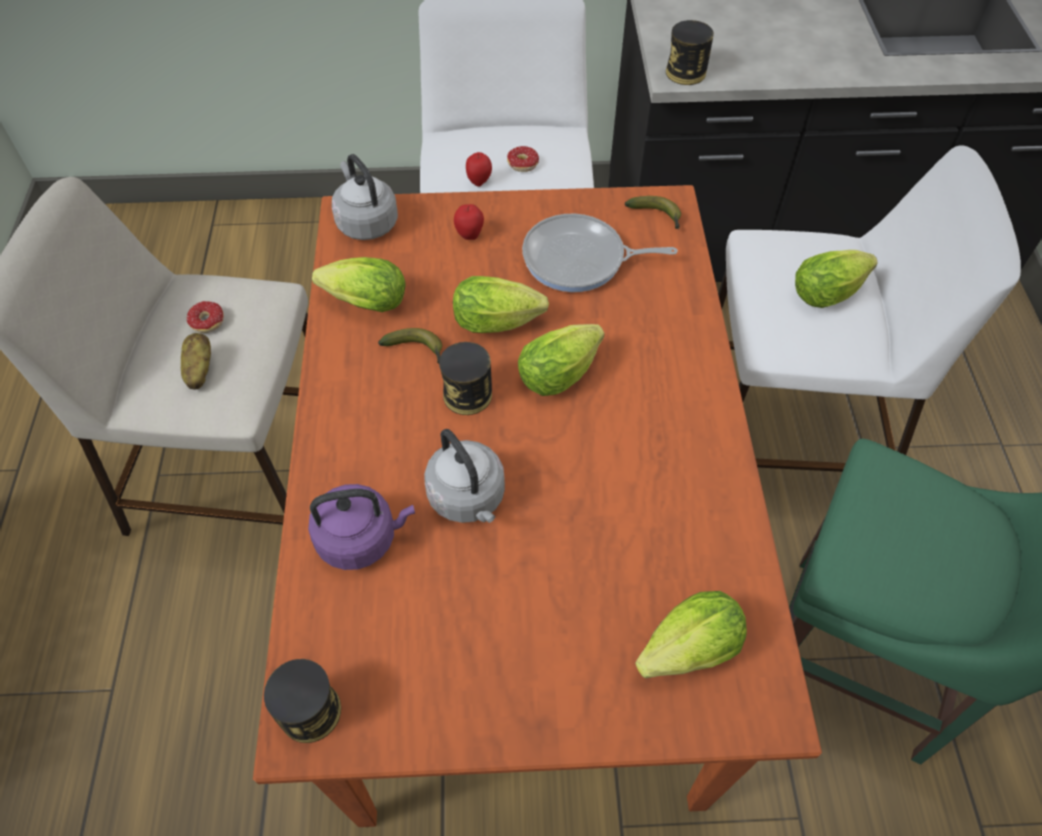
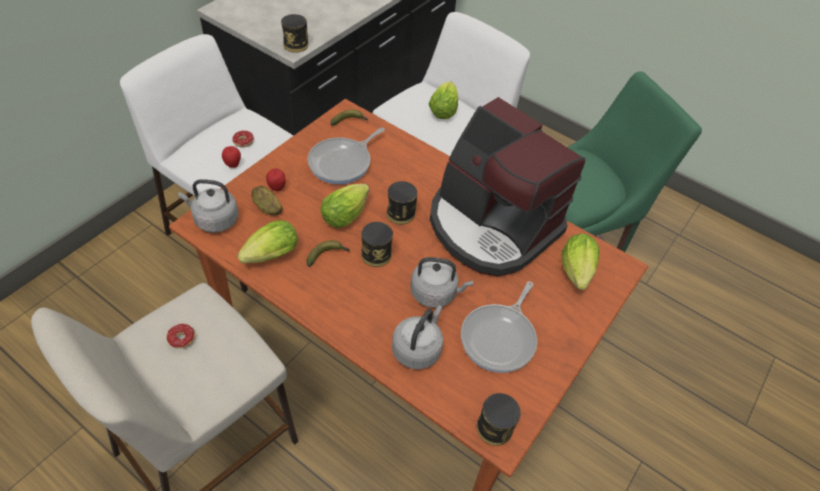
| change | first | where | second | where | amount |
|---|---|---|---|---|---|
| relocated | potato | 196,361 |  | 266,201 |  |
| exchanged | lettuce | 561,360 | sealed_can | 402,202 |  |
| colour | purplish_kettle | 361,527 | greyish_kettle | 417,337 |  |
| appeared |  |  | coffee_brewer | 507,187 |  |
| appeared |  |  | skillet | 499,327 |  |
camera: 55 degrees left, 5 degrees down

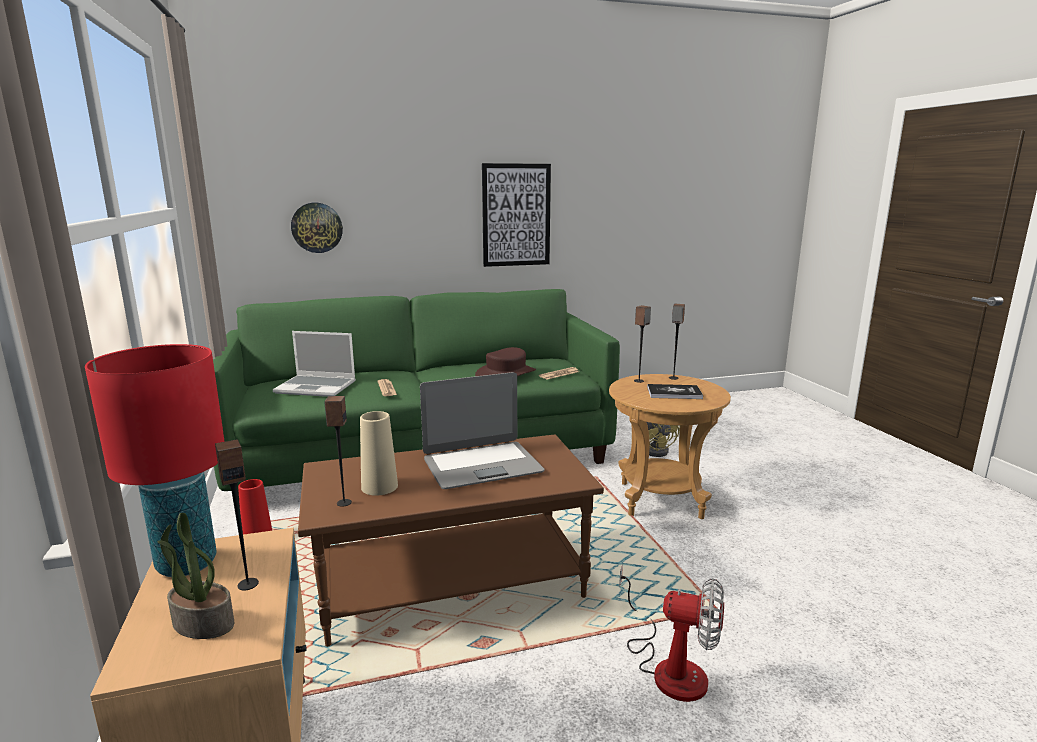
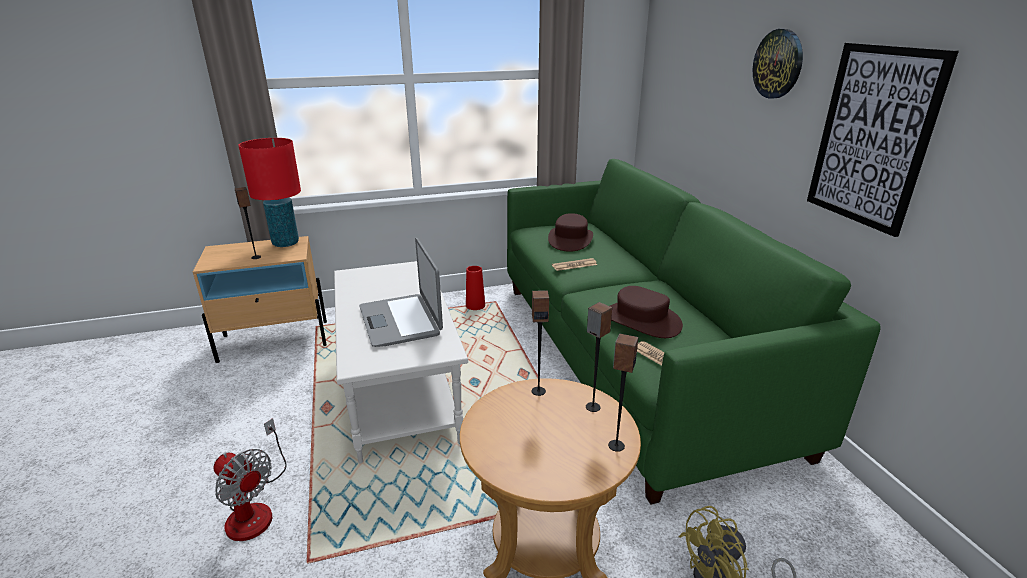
| change | first | where | second | where | amount |
|---|---|---|---|---|---|
| spun | electric_fan | 671,633 |  | 250,479 | 75 degrees counterclockwise |
| colour | brownish_lounge_table | 451,540 | white_lounge_table | 401,362 |  |
| relocated | loudspeaker | 338,451 |  | 540,343 |  |
| exchanged | laptop | 314,364 | brownish_wearable_hat | 570,232 |  |
| relocated | hanging_clock | 317,228 |  | 778,64 |  |
| missing | houseplant | 195,576 |  |  |  |
| missing | beige-coloured_vase | 379,453 |  |  |  |
| missing | book | 675,391 |  |  |  |
camera: 90 degrees right, 10 degrees up

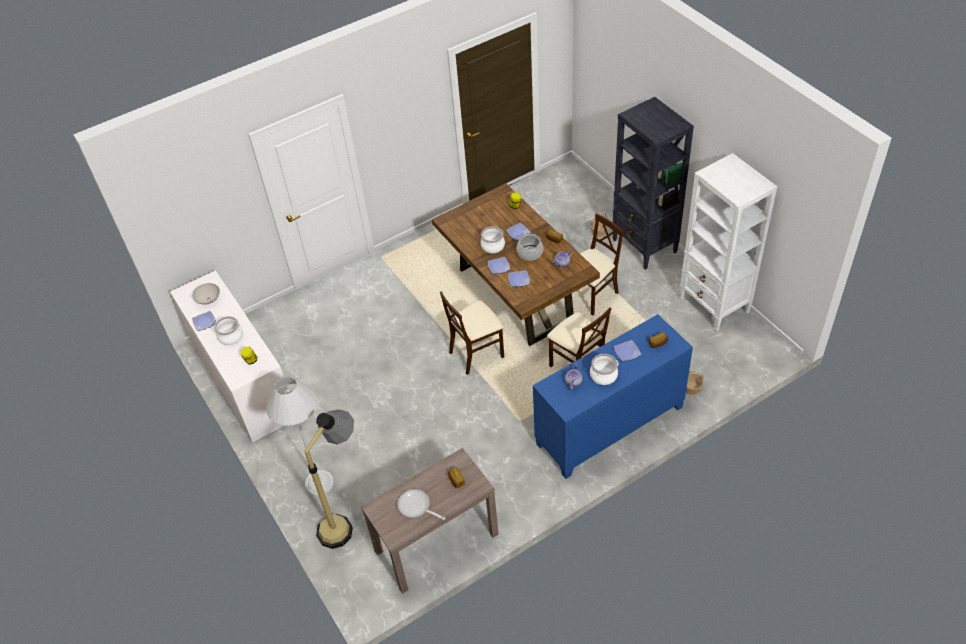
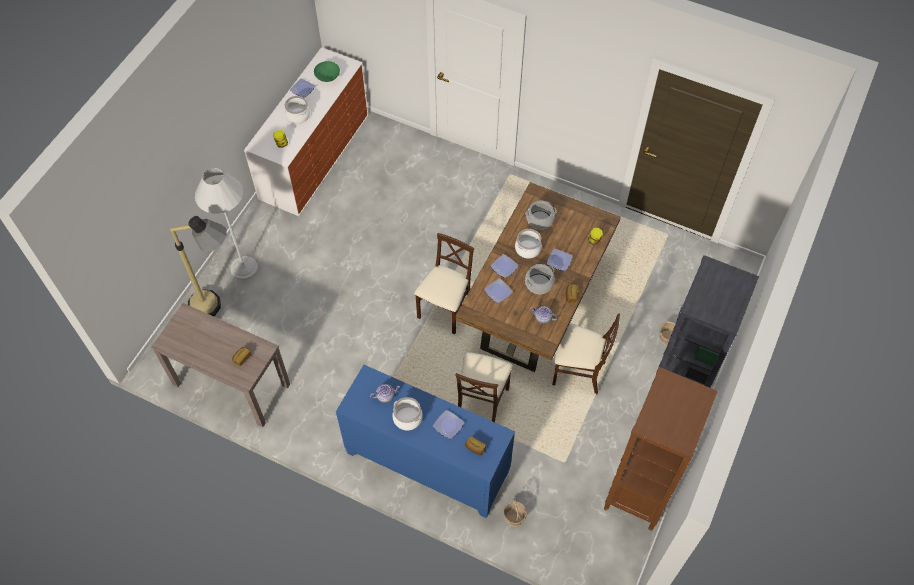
| change | first | where | second | where | amount |
|---|---|---|---|---|---|
| colour | white_serving_bowl | 206,294 | greenish_serving_bowl | 327,71 |  |
| spun | beige-coloured_chair | 472,333 |  | 444,283 | 90 degrees clockwise |
| appeared |  |  | stockpot | 541,215 |  |
| colour | white_bookcase | 728,242 | brownish_bookcase | 661,449 |  |
| missing | skillet | 421,504 |  |  |  |
camera: 55 degrees right, 10 degrees up

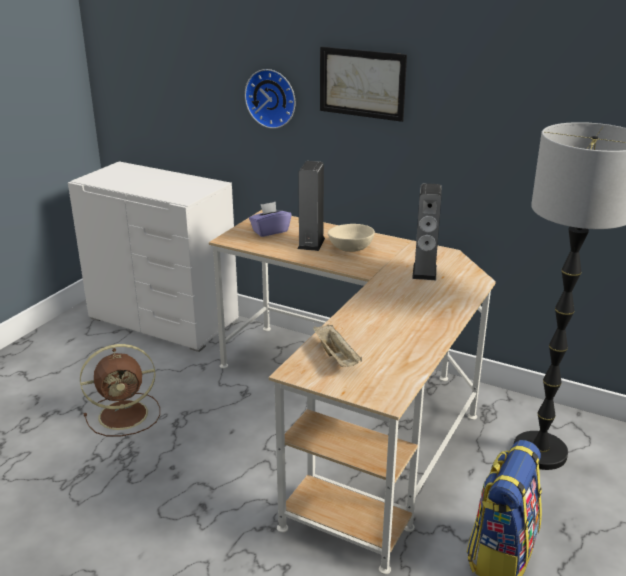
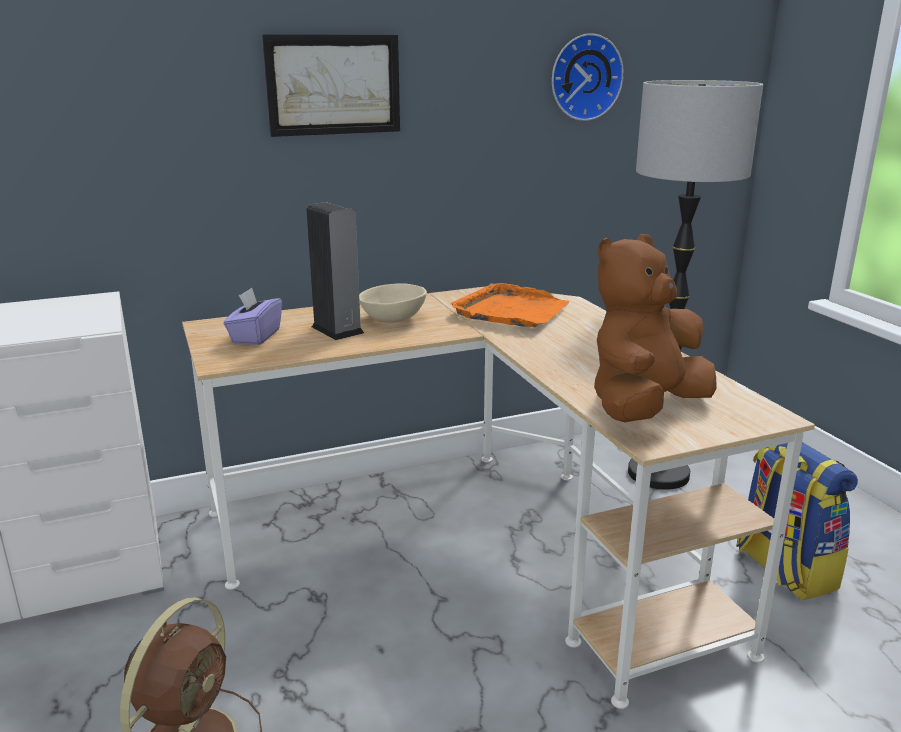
| change | first | where | second | where | amount |
|---|---|---|---|---|---|
| exchanged | loudspeaker | 427,231 | orange-coloured_serving_tray | 510,305 |  |
| relocated | hanging_clock | 270,99 |  | 588,77 |  |
| exchanged | beige-coloured_serving_tray | 337,345 | brownish_soft_toy | 655,328 |  |
camera: 50 degrees left, 5 degrees down

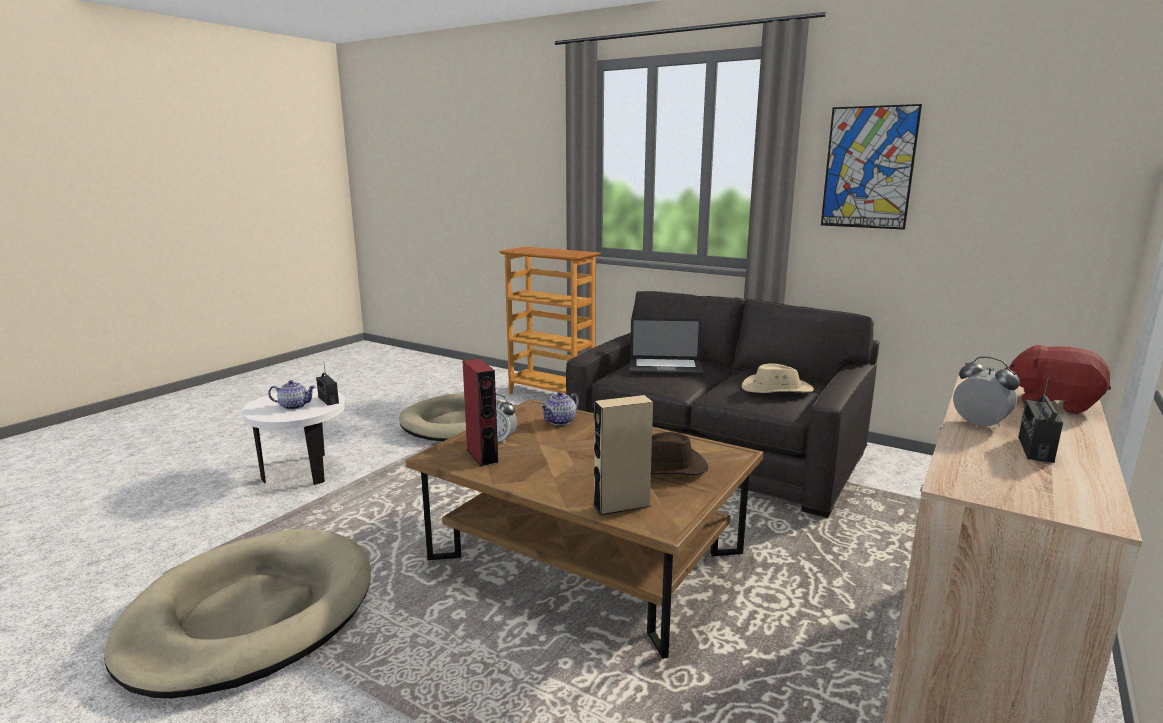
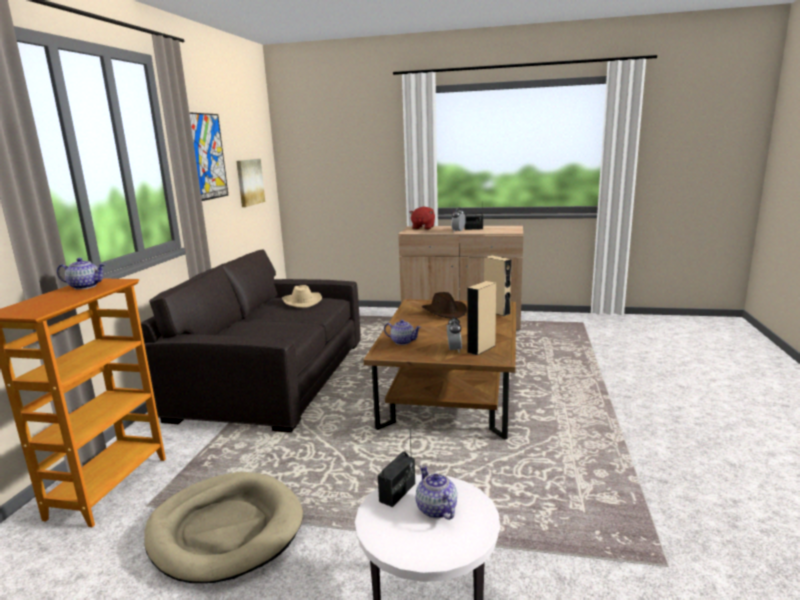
| change | first | where | second | where | amount |
|---|---|---|---|---|---|
| appeared |  |  | pot_for_tea | 81,274 |  |
| appeared |  |  | wall_picture | 250,183 |  |
| colour | reddish_loudspeaker | 481,412 | beige-coloured_loudspeaker | 481,318 |  |
| missing | beige-coloured_dog_bed | 237,613 |  |  |  |
| missing | laptop | 666,347 |  |  |  |
camera: 110 degrees left, 0 degrees up

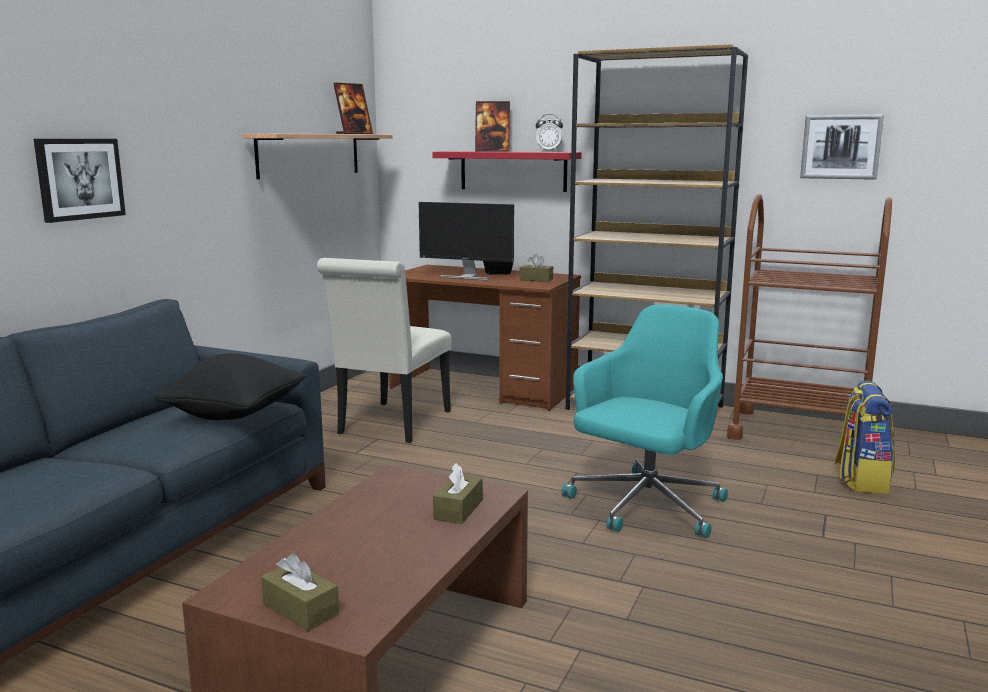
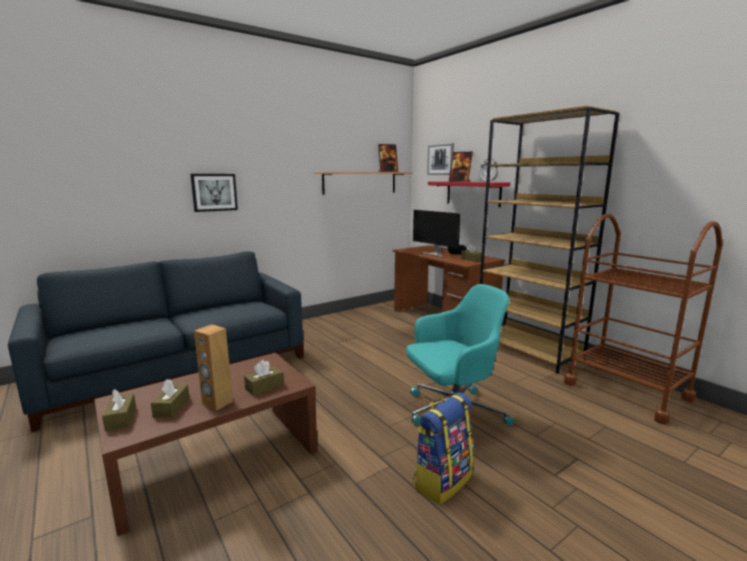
| change | first | where | second | where | amount |
|---|---|---|---|---|---|
| appeared |  |  | brownish_box_of_tissues | 170,398 |  |
| appeared |  |  | brownish_loudspeaker | 213,367 |  |
| relocated | backpack | 864,437 |  | 443,448 |  |
| relocated | wall_picture | 842,147 |  | 440,159 |  |
| missing | blackish_cushion | 230,386 |  |  |  |
| missing | white_chair | 384,350 |  |  |  |
camera: 30 degrees right, 0 degrees up

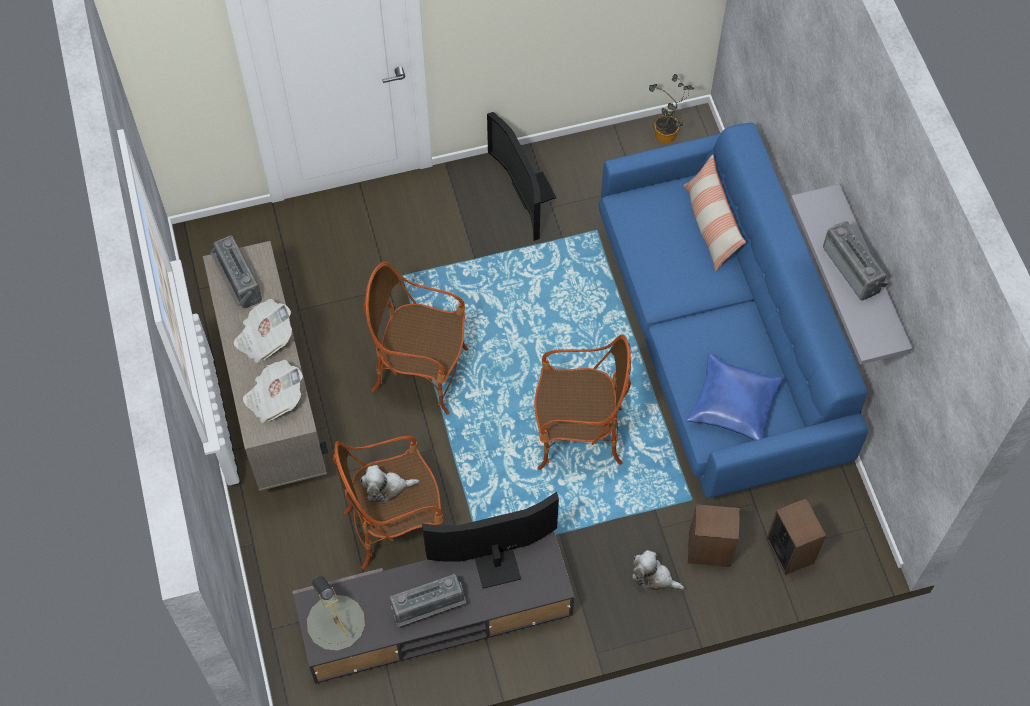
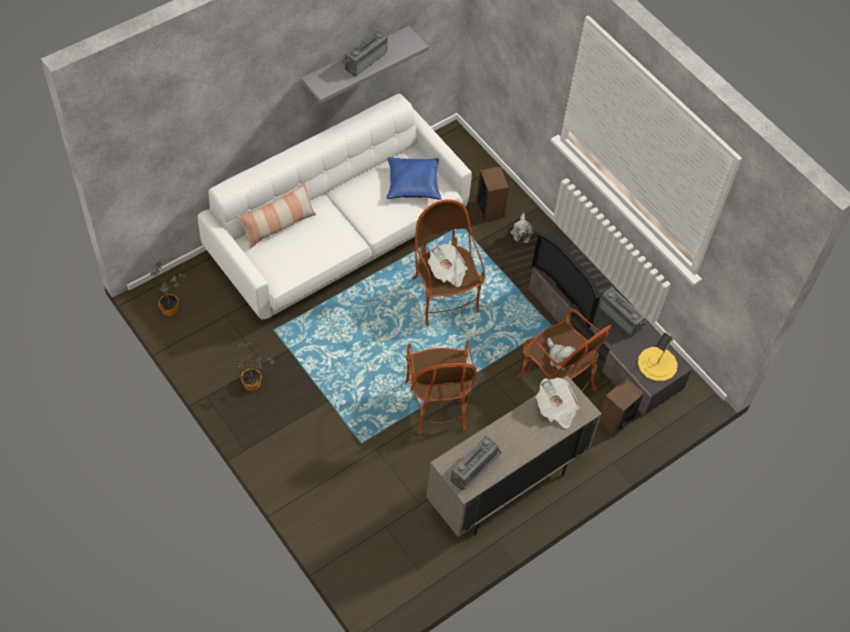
| change | first | where | second | where | amount |
|---|---|---|---|---|---|
| colour | bluish_settee | 733,310 | white_settee | 335,206 |  |
| exchanged | TV_set | 521,176 | houseplant | 255,363 |  |
| relocated | newspaper | 263,331 |  | 448,265 |  |
| relocated | loudspeaker | 796,536 |  | 621,407 |  |
| colour | greyish_lamp_for_a_table | 336,613 | yellowish_lamp_for_a_table | 658,356 |  |
camera: 115 degrees left, 5 degrees down

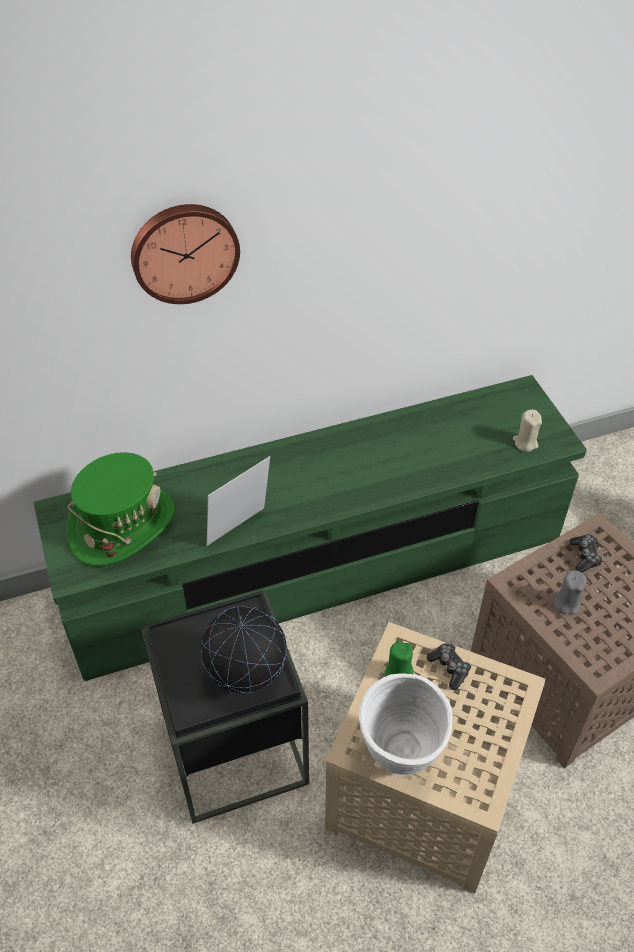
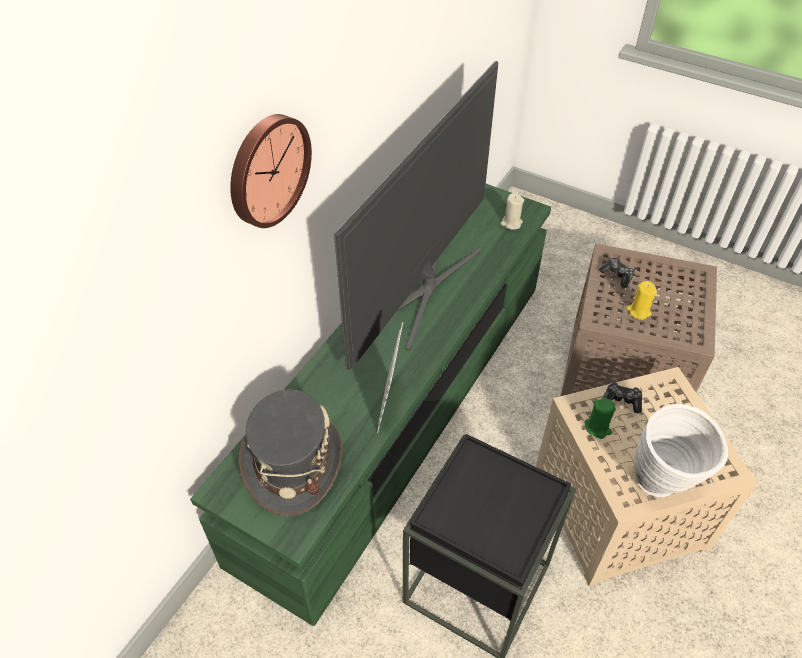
| change | first | where | second | where | amount |
|---|---|---|---|---|---|
| colour | greenish_wearable_hat | 121,509 | greyish_wearable_hat | 290,453 |  |
| appeared |  |  | TV_set | 416,215 |  |
| colour | greyish_candle | 569,592 | yellowish_candle | 642,300 |  |
| missing | globe | 244,649 |  |  |  |
camera: 40 degrees left, 0 degrees up

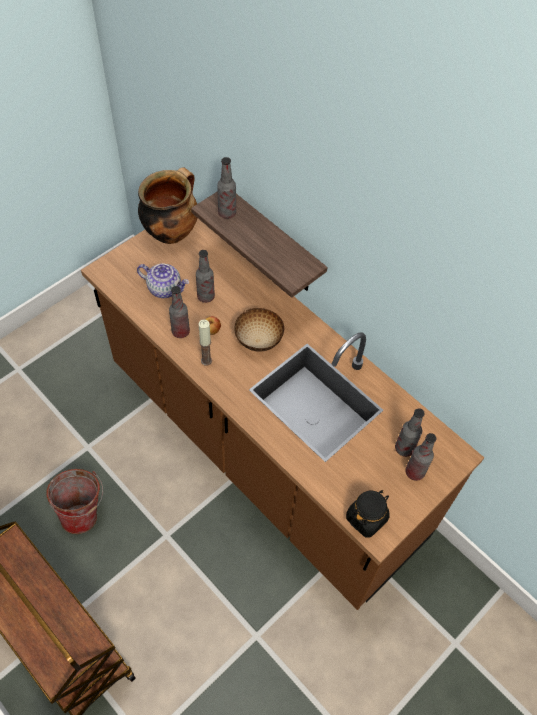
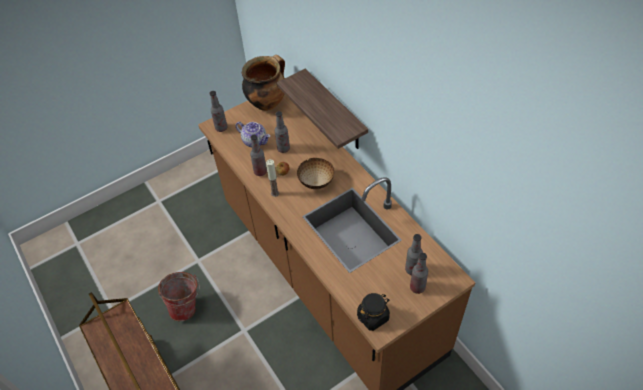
| change | first | where | second | where | amount |
|---|---|---|---|---|---|
| relocated | beverage_bottle | 226,188 |  | 218,111 |  |
camera: 15 degrees right, 5 degrees down

